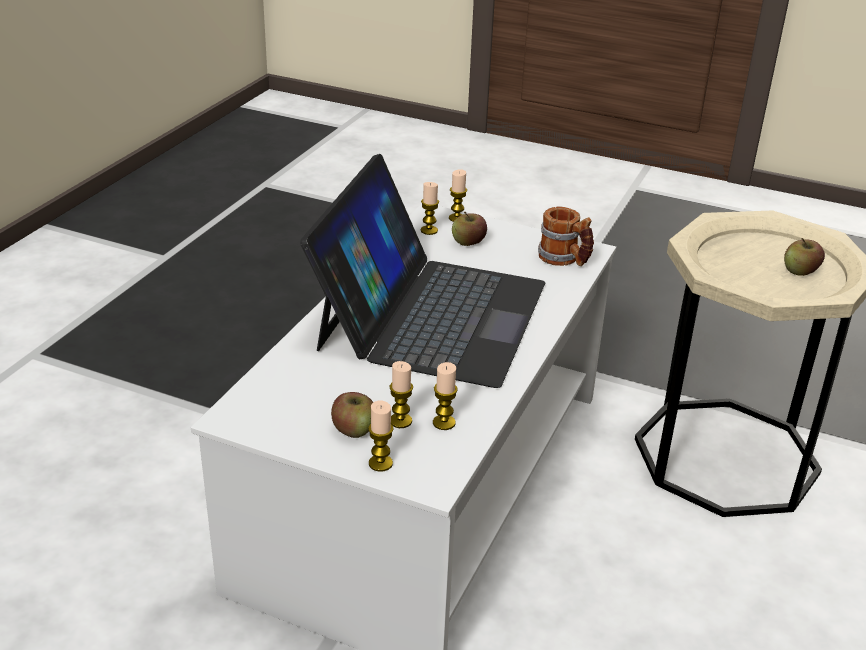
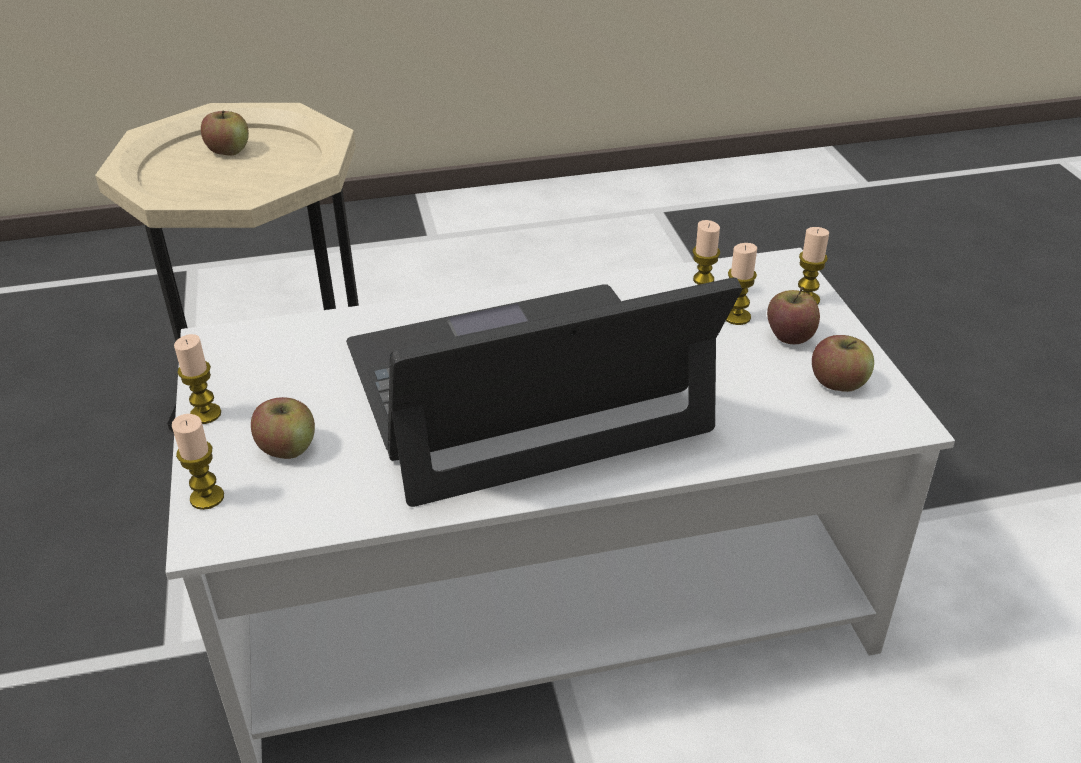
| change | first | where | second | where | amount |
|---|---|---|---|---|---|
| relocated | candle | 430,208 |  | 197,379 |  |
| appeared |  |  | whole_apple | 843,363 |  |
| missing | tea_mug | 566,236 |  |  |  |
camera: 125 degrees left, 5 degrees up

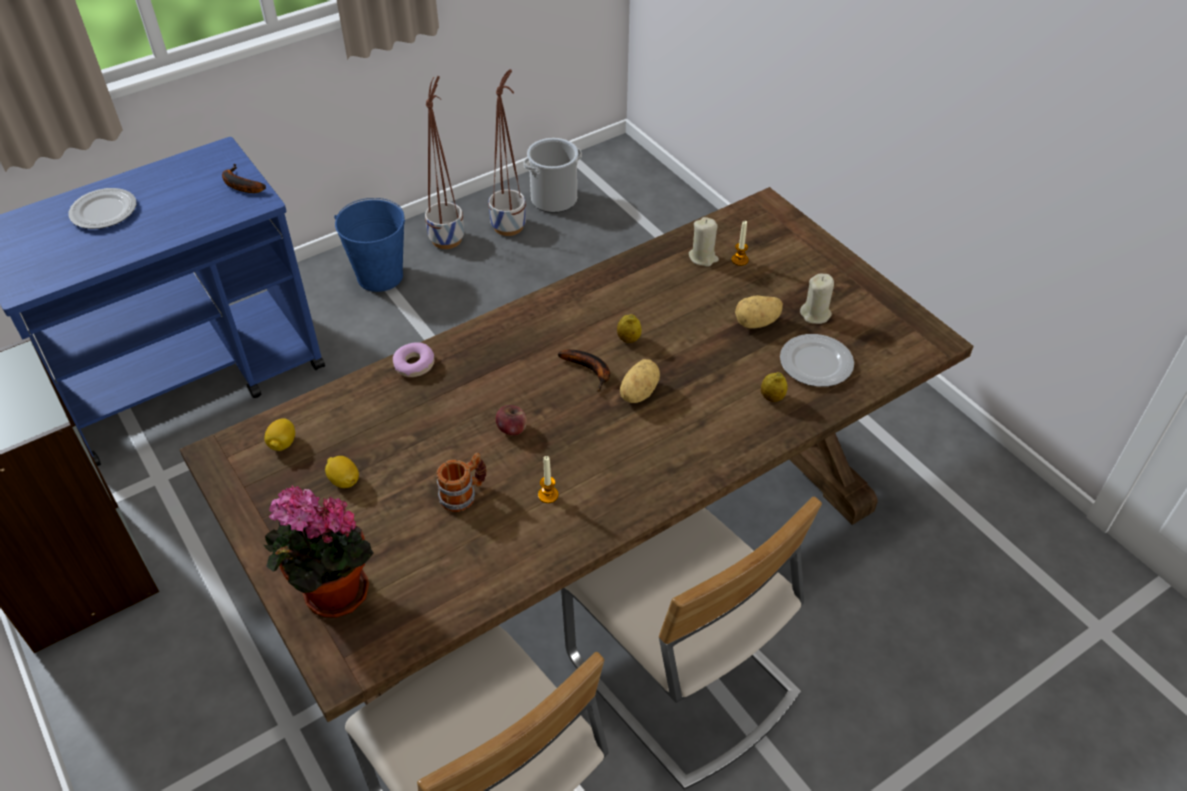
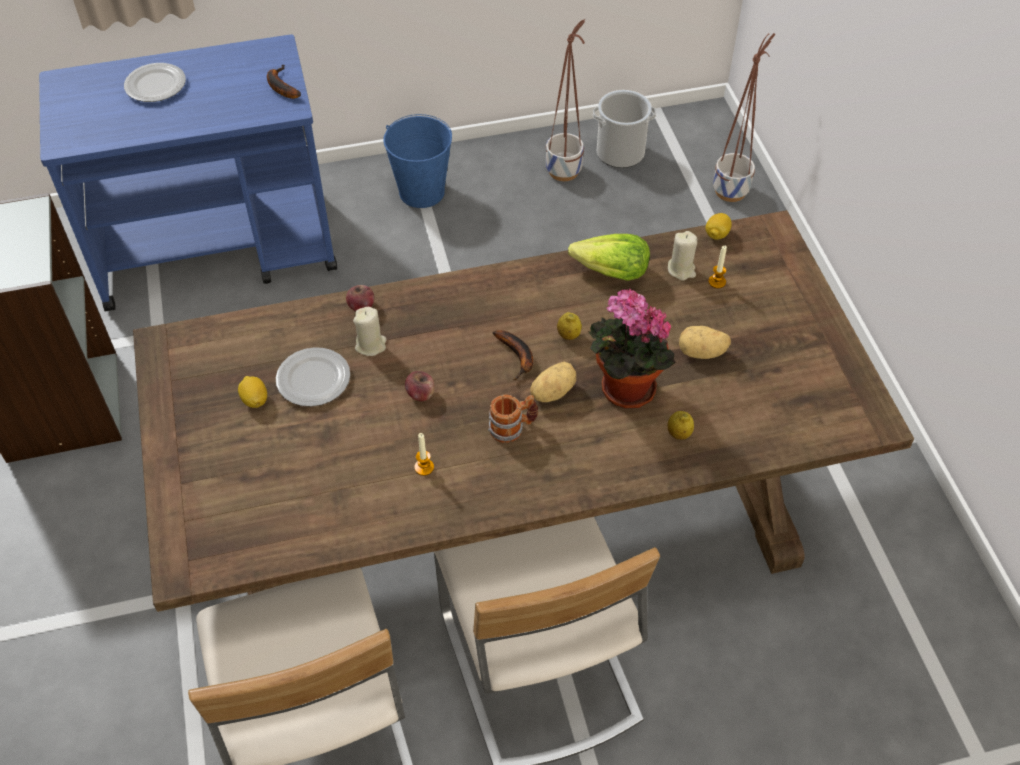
| change | first | where | second | where | amount |
|---|---|---|---|---|---|
| relocated | plate | 817,360 |  | 313,377 |  |
| exchanged | doughnut | 413,359 | whole_apple | 360,298 |  |
| relocated | beige-coloured_candle | 817,298 |  | 370,331 |  |
| relocated | tea_mug | 461,482 |  | 513,418 |  |
| appeared |  |  | lettuce | 609,257 |  |
| relocated | houseplant | 319,551 |  | 632,348 |  |
| relocated | lemon | 279,434 |  | 719,226 |  |
| relocated | planter | 444,162 |  | 744,117 |  |
camera: 20 degrees right, 5 degrees up

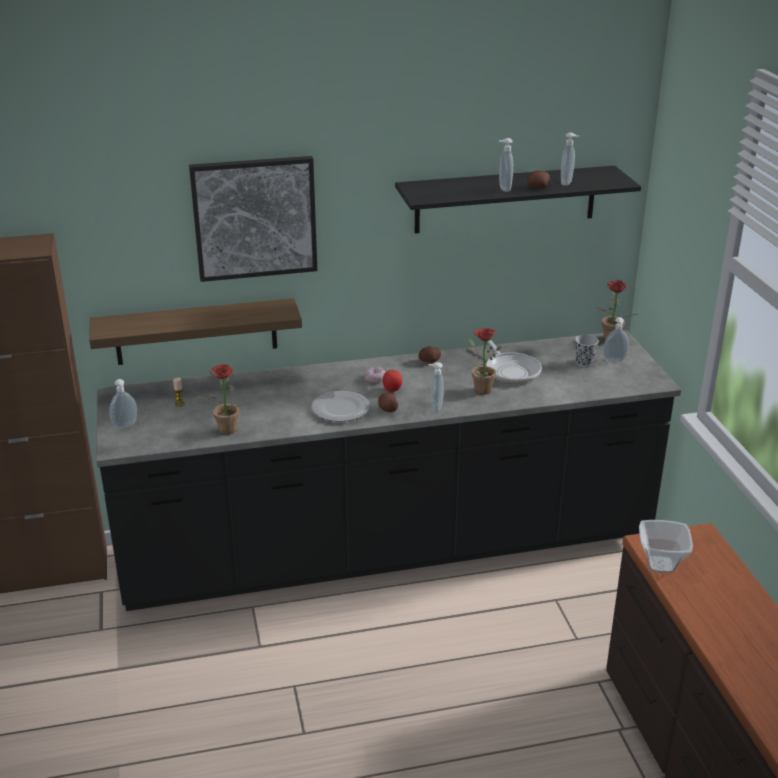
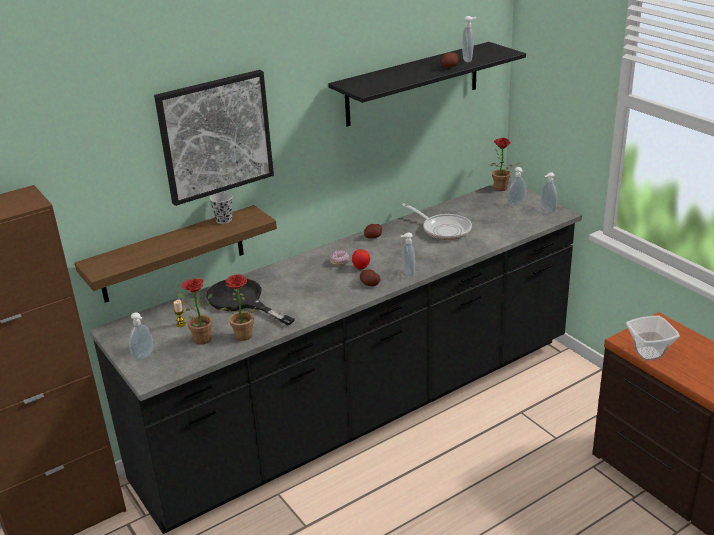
| change | first | where | second | where | amount |
|---|---|---|---|---|---|
| relocated | houseplant | 484,361 |  | 195,311 |  |
| appeared |  |  | blackish_skillet | 250,302 |  |
| relocated | blackish_cup | 587,350 |  | 221,208 |  |
| relocated | liquid_soap_bottle | 506,165 |  | 549,192 |  |
| missing | plate | 340,406 |  |  |  |
camera: 20 degrees left, 0 degrees up

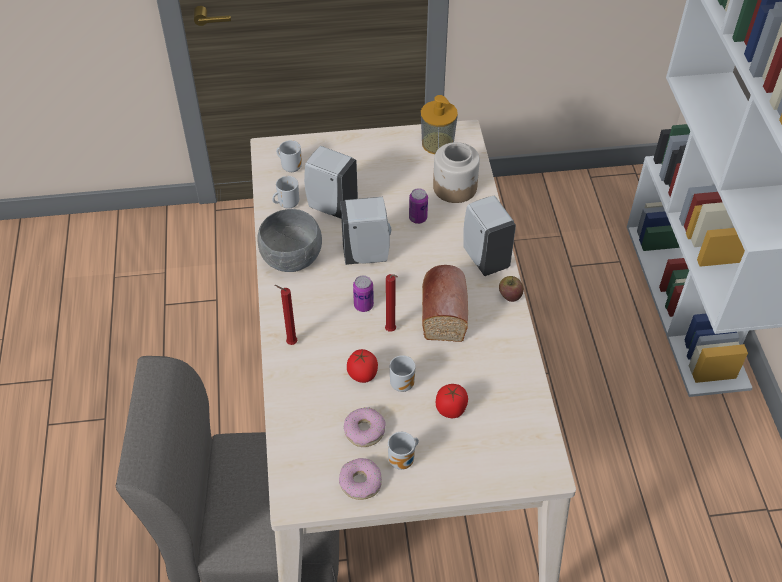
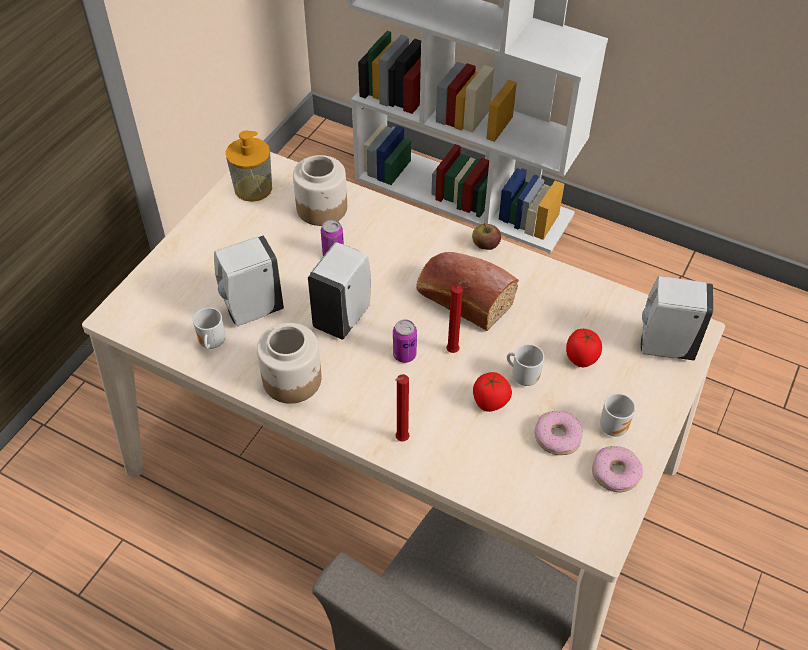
| change | first | where | second | where | amount |
|---|---|---|---|---|---|
| exchanged | greyish_serving_bowl | 289,240 | jar | 289,363 |  |
| relocated | white_liquid_soap_bottle | 489,236 |  | 677,318 |  |
| missing | tea_mug | 289,156 |  |  |  |
camera: 55 degrees left, 0 degrees up

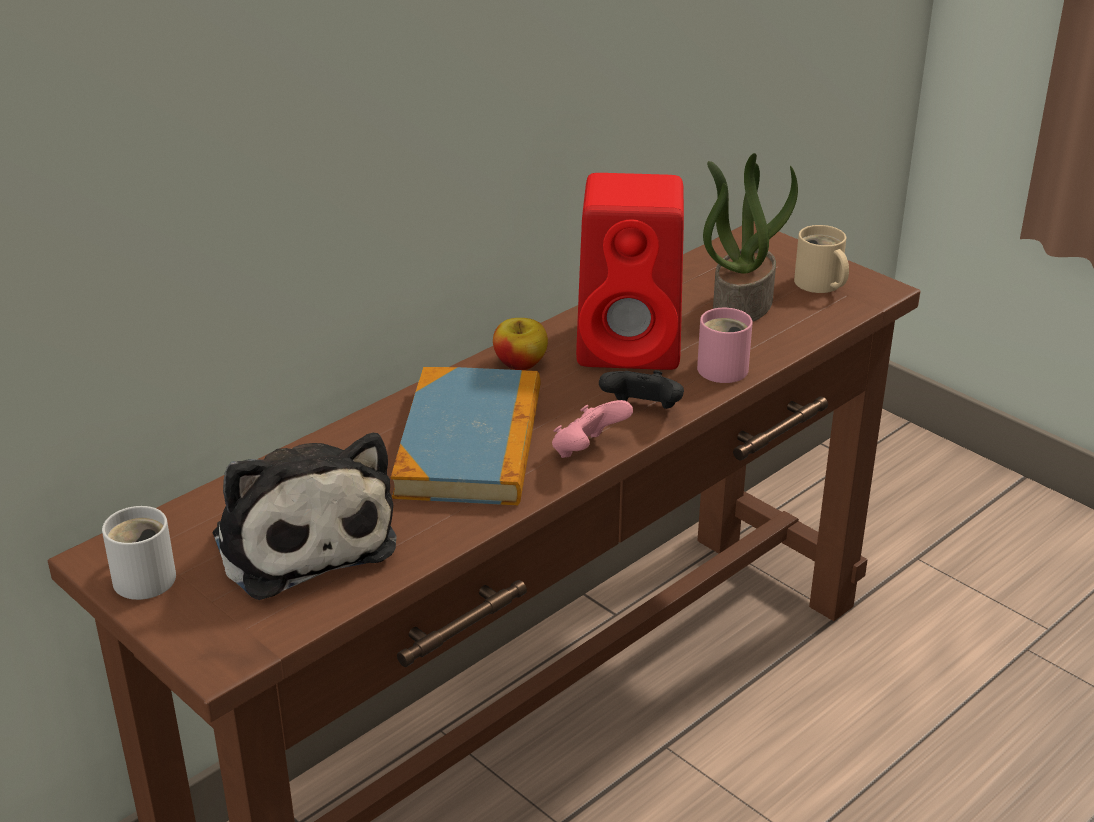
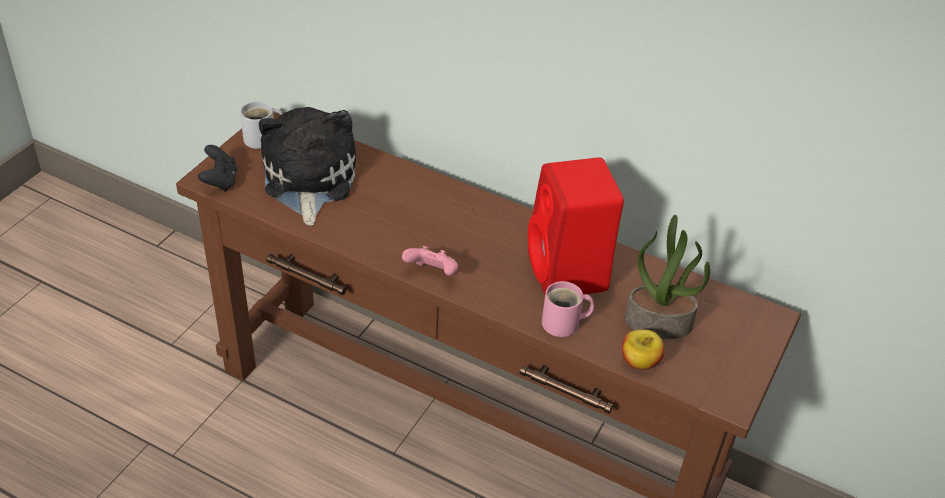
| change | first | where | second | where | amount |
|---|---|---|---|---|---|
| relocated | blackish_game_controller | 641,389 |  | 217,168 |  |
| spun | soft_toy | 304,516 |  | 307,166 | 135 degrees clockwise |
| relocated | whole_apple | 520,344 |  | 643,349 |  |
| missing | book | 465,436 |  |  |  |
| missing | beige-coloured_tea_mug | 821,259 |  |  |  |
camera: 70 degrees right, 10 degrees up

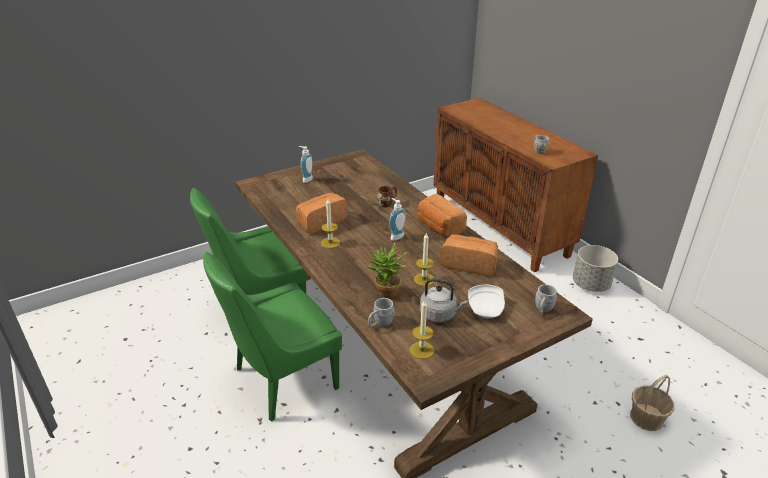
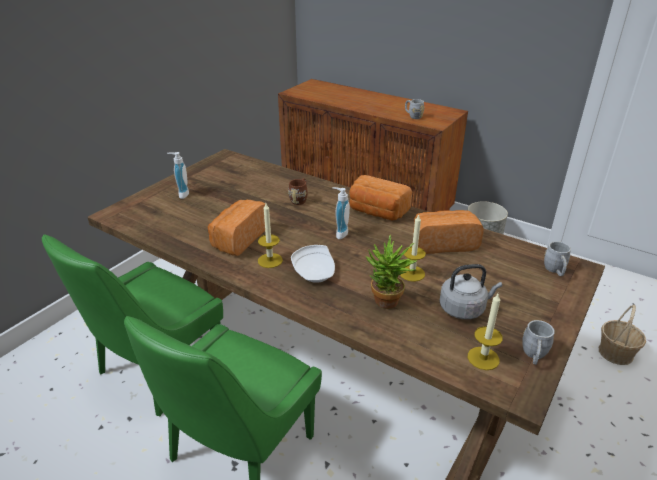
| change | first | where | second | where | amount |
|---|---|---|---|---|---|
| relocated | white_plate | 486,302 |  | 313,264 |  |
| relocated | greyish_tea_mug | 381,312 |  | 538,342 |  |
camera: 25 degrees left, 0 degrees up

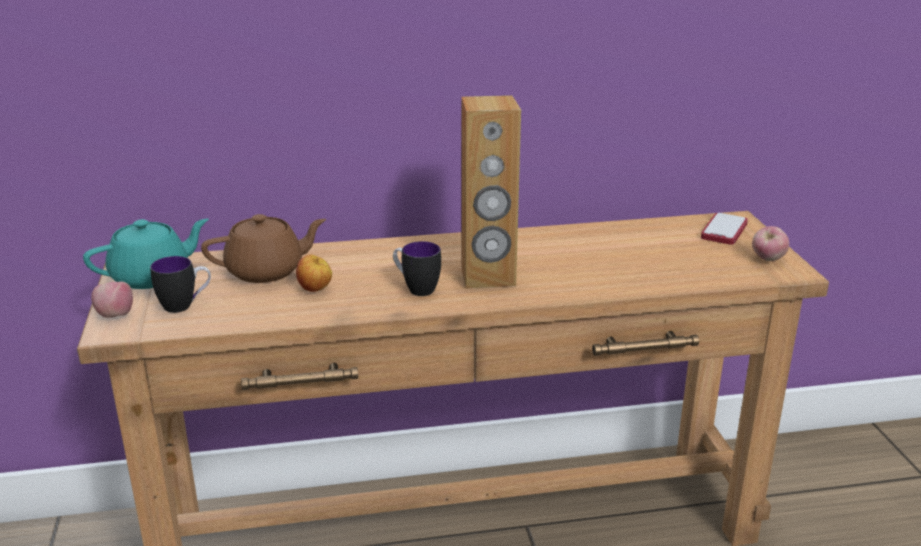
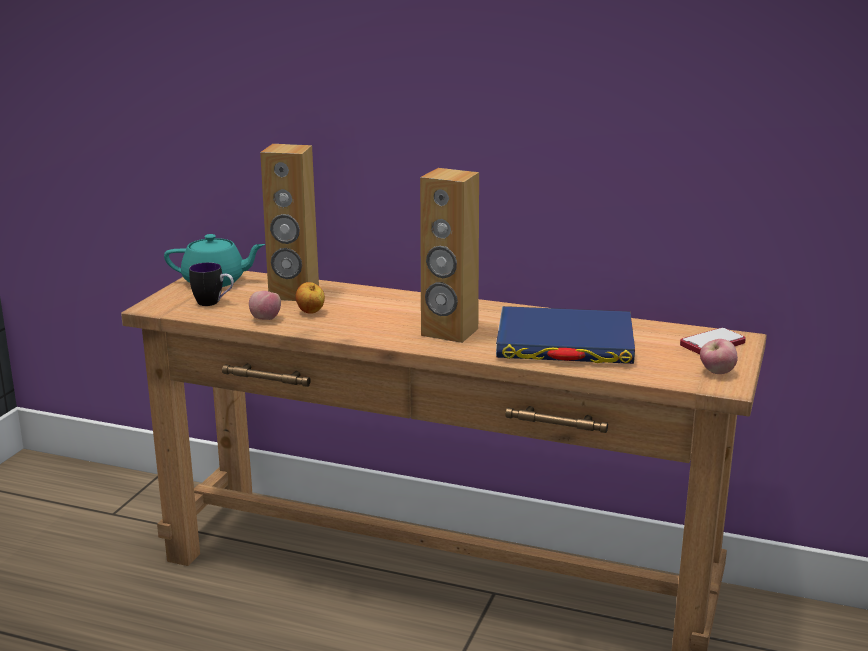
| change | first | where | second | where | amount |
|---|---|---|---|---|---|
| relocated | whole_apple | 112,299 |  | 265,305 |  |
| exchanged | brownish_pot_for_tea | 264,248 | brownish_loudspeaker | 289,222 |  |
| appeared |  |  | bluish_book | 565,335 |  |
| missing | tea_mug | 417,268 |  |  |  |
camera: 30 degrees right, 5 degrees down

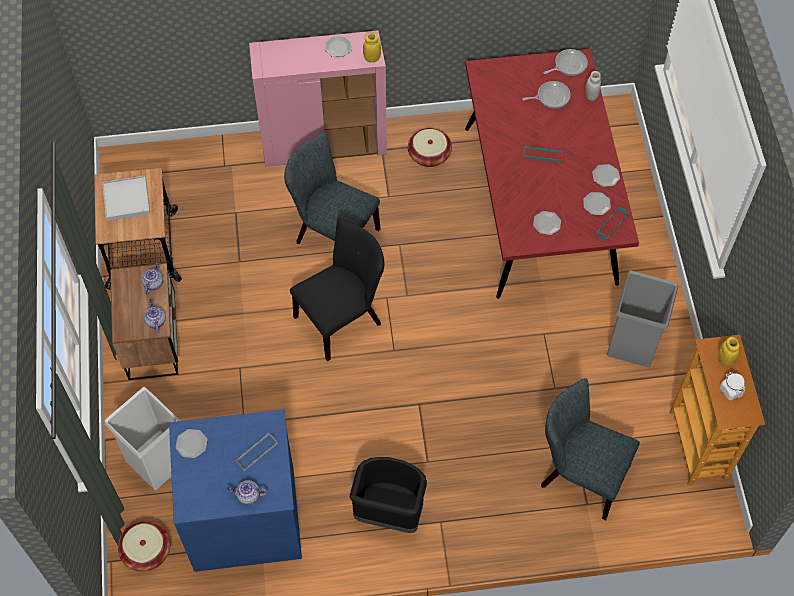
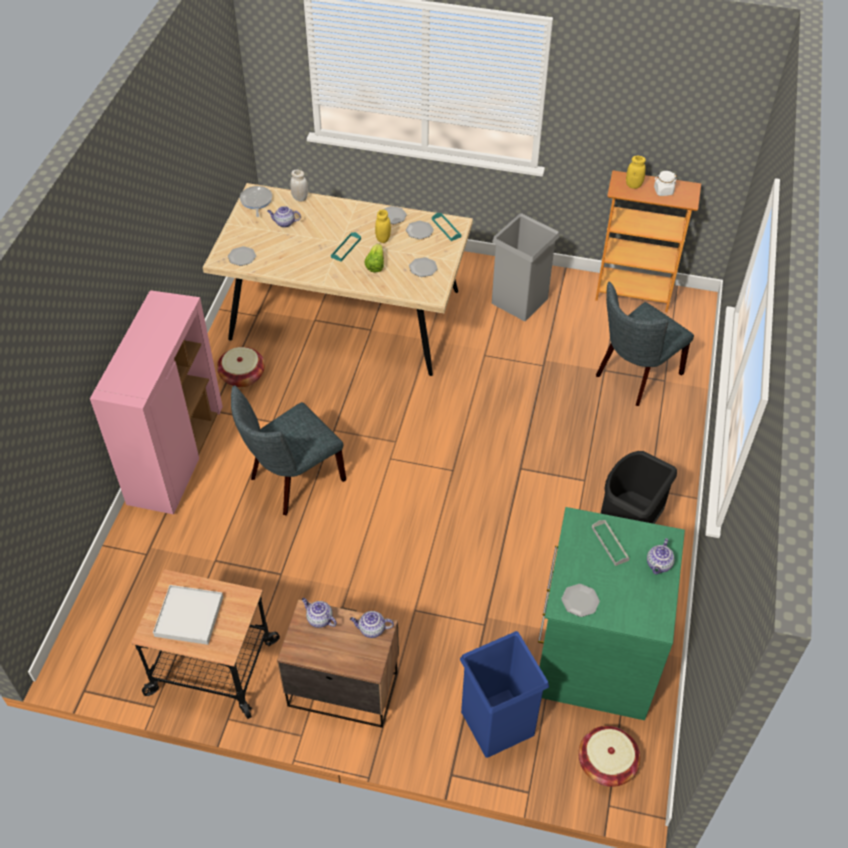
| change | first | where | second | where | amount |
|---|---|---|---|---|---|
| colour | reddish_kitchen_table | 552,174 | beige-coloured_kitchen_table | 338,279 |  |
| relocated | plate | 338,46 |  | 242,256 |  |
| exchanged | skillet | 546,94 | pot_for_tea | 284,217 |  |
| appeared |  |  | lettuce | 374,257 |  |
| relocated | yellowish_jar | 372,48 |  | 383,226 |  |
| colour | white_waste_bin | 142,438 | bluish_waste_bin | 504,694 |  |
| colour | bluish_drawer_chest | 235,490 | greenish_drawer_chest | 611,613 |  |
| missing | blackish_chair | 337,289 |  |  |  |
camera: 70 degrees left, 10 degrees down

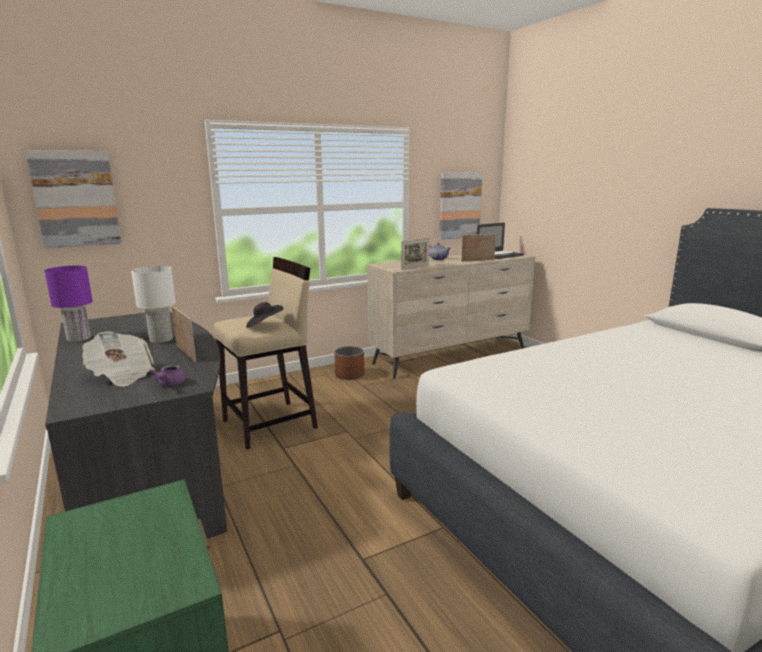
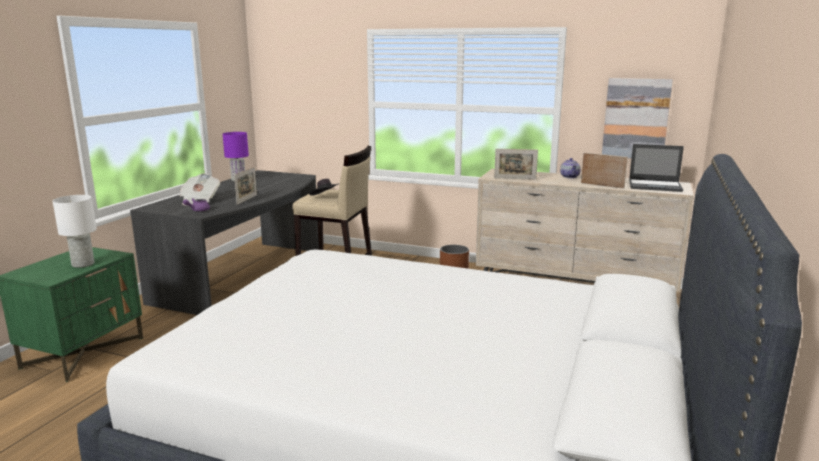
| change | first | where | second | where | amount |
|---|---|---|---|---|---|
| relocated | white_lamp_for_a_table | 153,304 |  | 75,231 |  |
| missing | wall_picture | 73,199 |  |  |  |
camera: 50 degrees right, 0 degrees up

